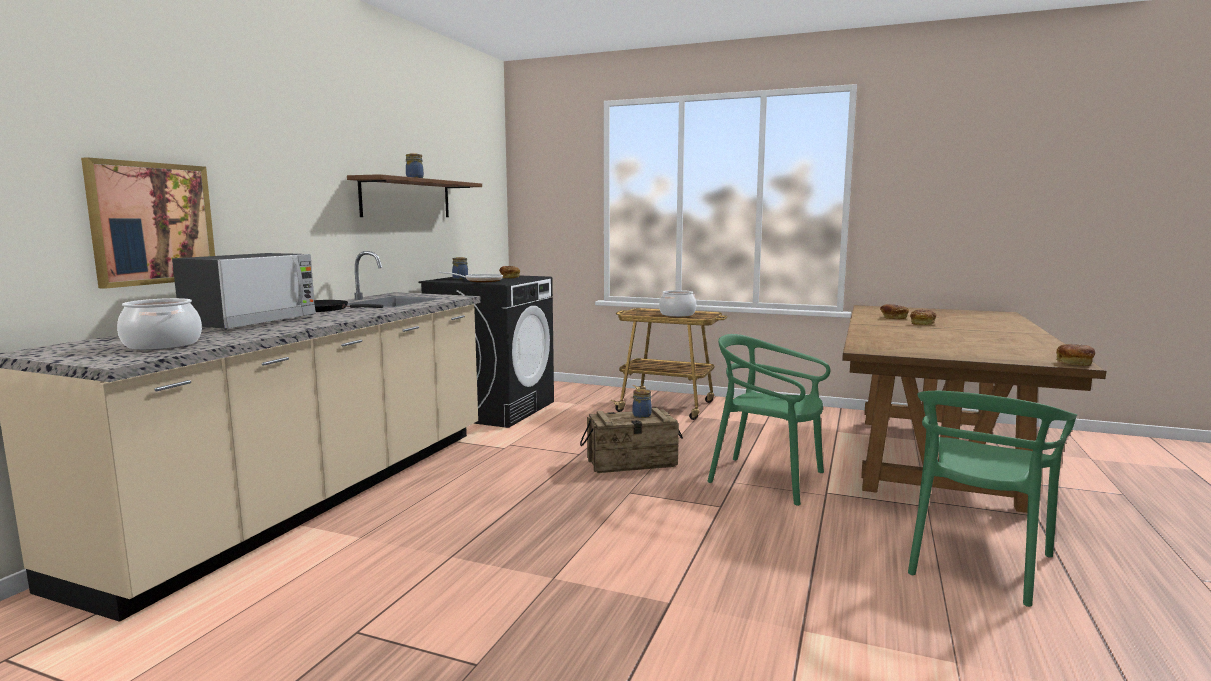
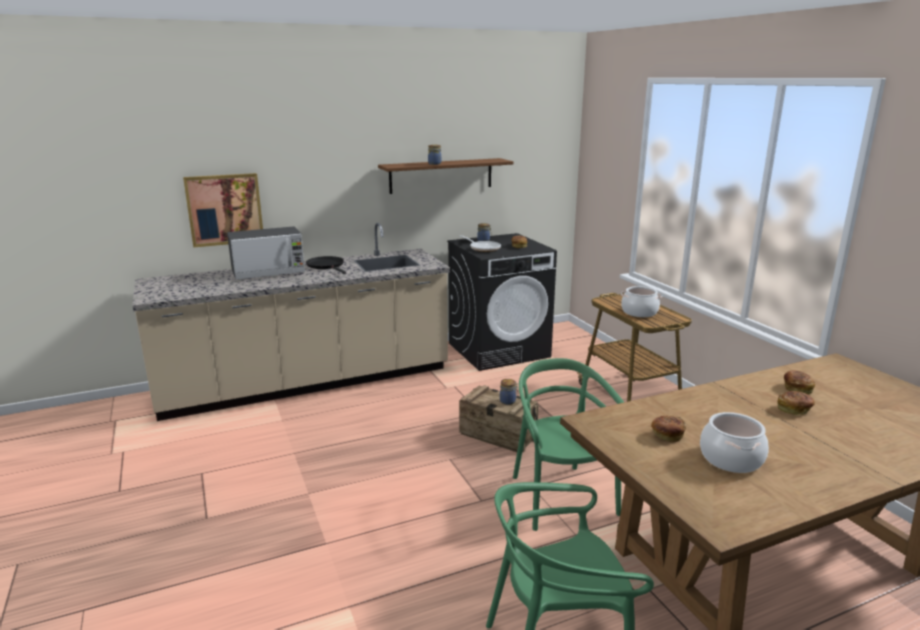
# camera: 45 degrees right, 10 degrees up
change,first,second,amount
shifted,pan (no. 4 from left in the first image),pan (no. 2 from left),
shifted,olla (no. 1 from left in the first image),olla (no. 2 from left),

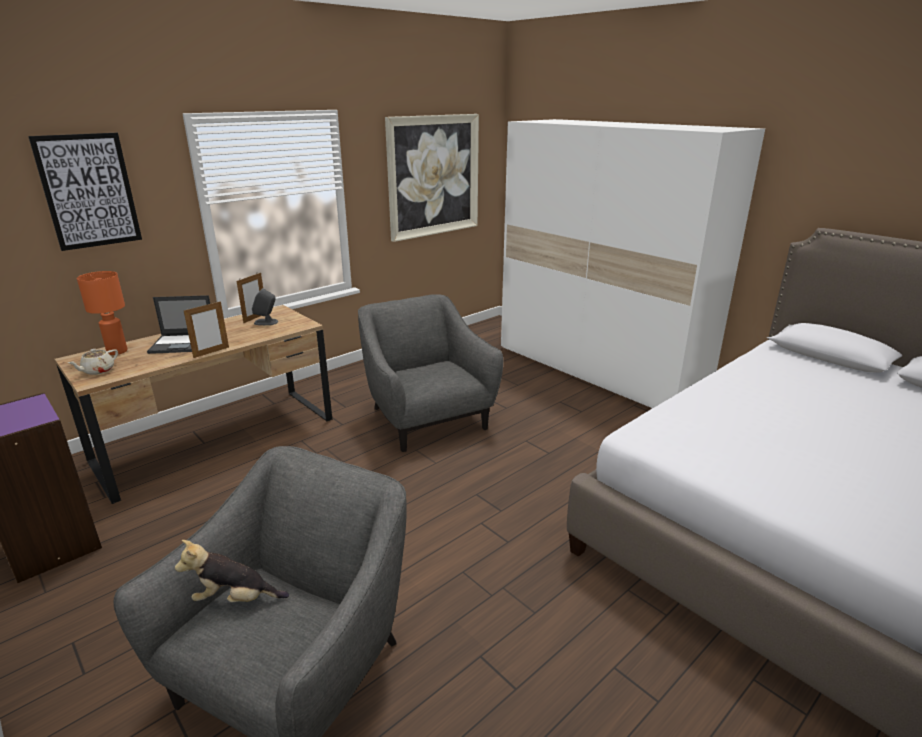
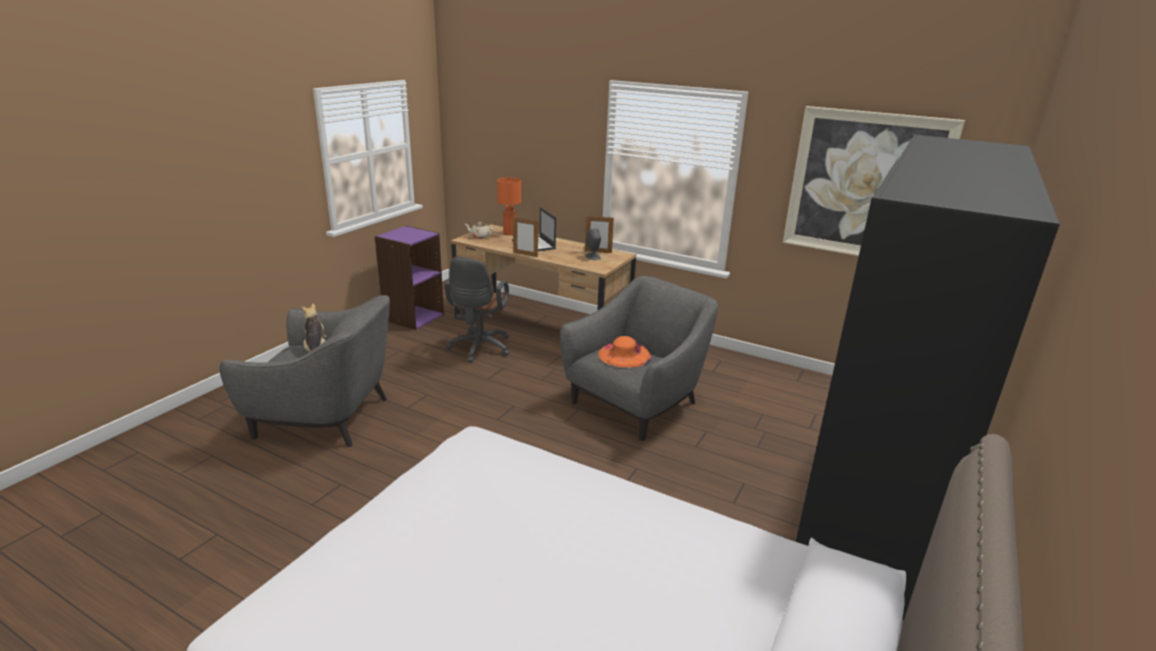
# camera: 70 degrees right, 0 degrees up
change,first,second,amount
new,,silla de oficina [marrón],
new,,sombrero [naranja],
repainted,armario ropero [blanco],armario ropero [negro],
gone,cuadro (no. 1 from left),,

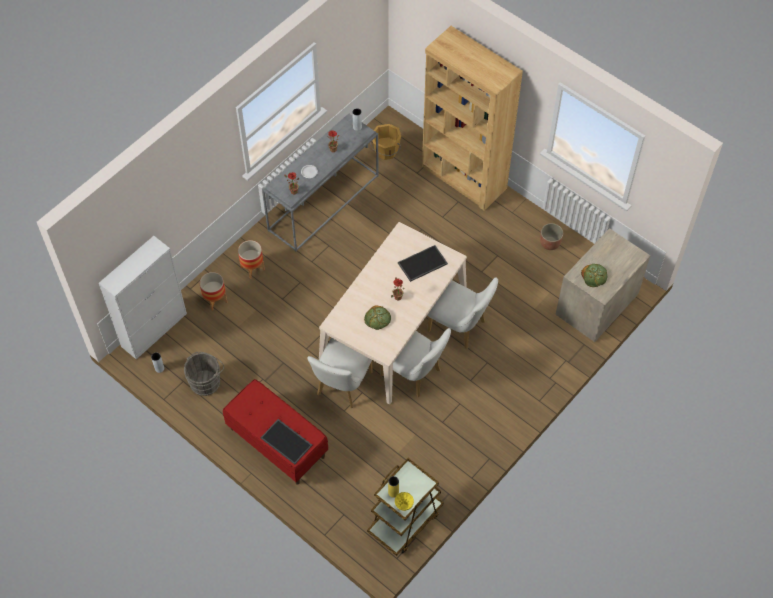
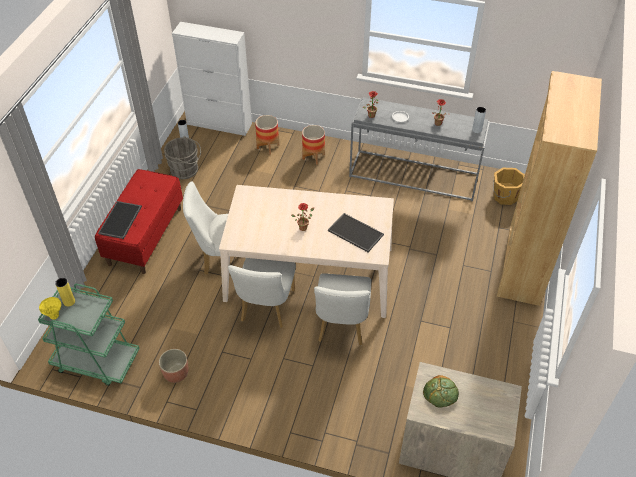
# camera: 65 degrees right, 10 degrees down
change,first,second,amount
repainted,carrito [marrón],carrito [verde],
shifted,maceta (no. 3 from left in the first image),maceta (no. 1 from left),
gone,pan (no. 1 from left),,

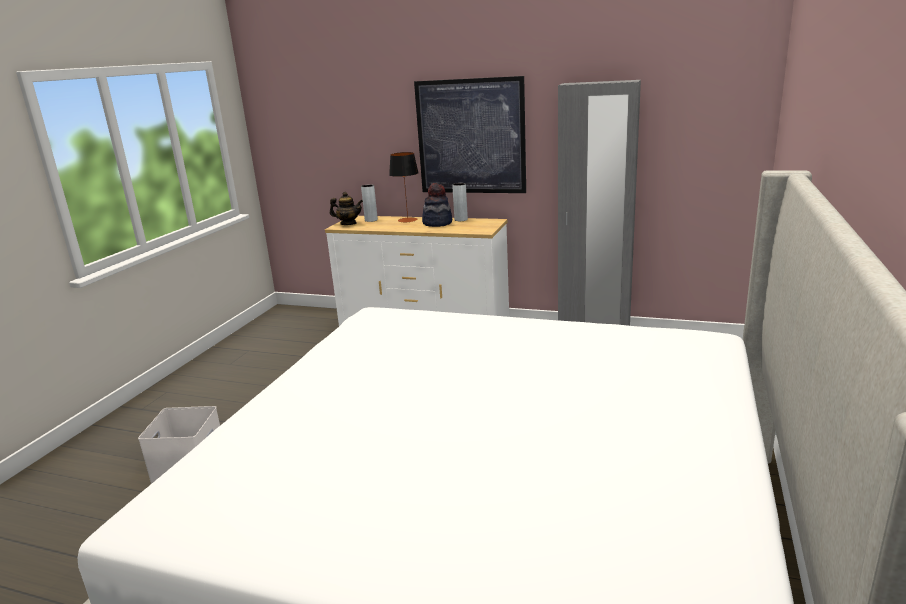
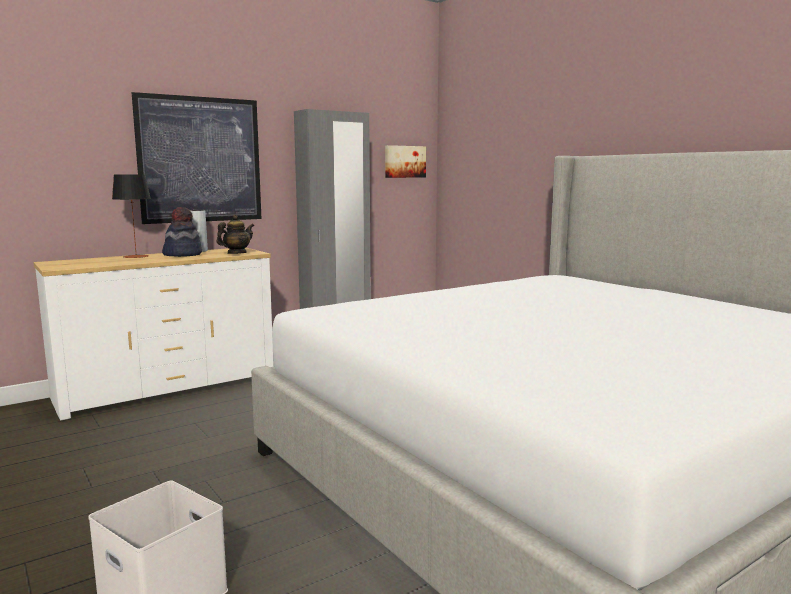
# camera: 55 degrees left, 10 degrees down
change,first,second,amount
shifted,tetera,,
new,,cuadro (no. 2 from left),
gone,florero [gris] (no. 1 from left),,

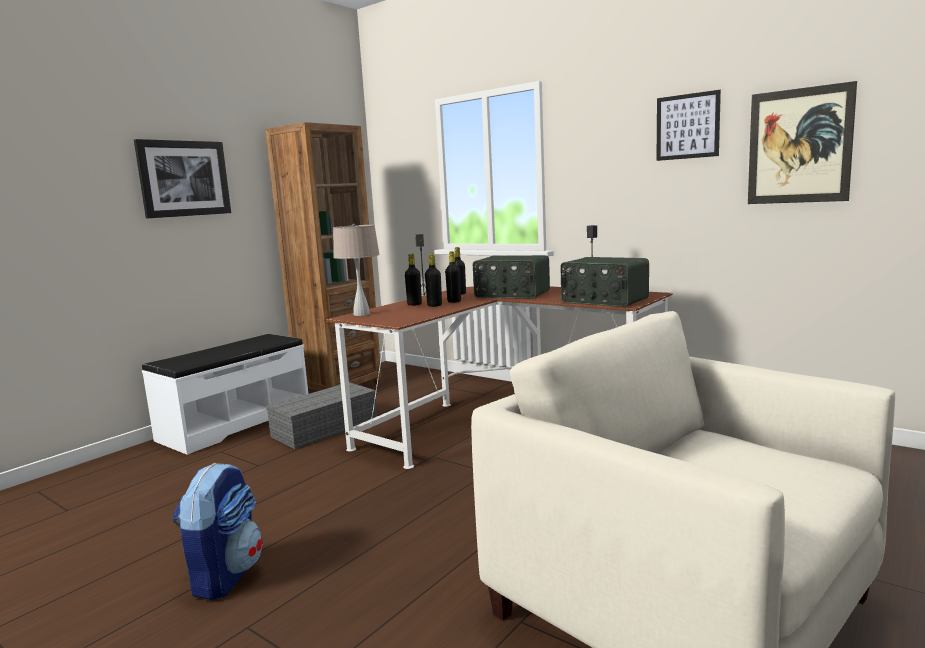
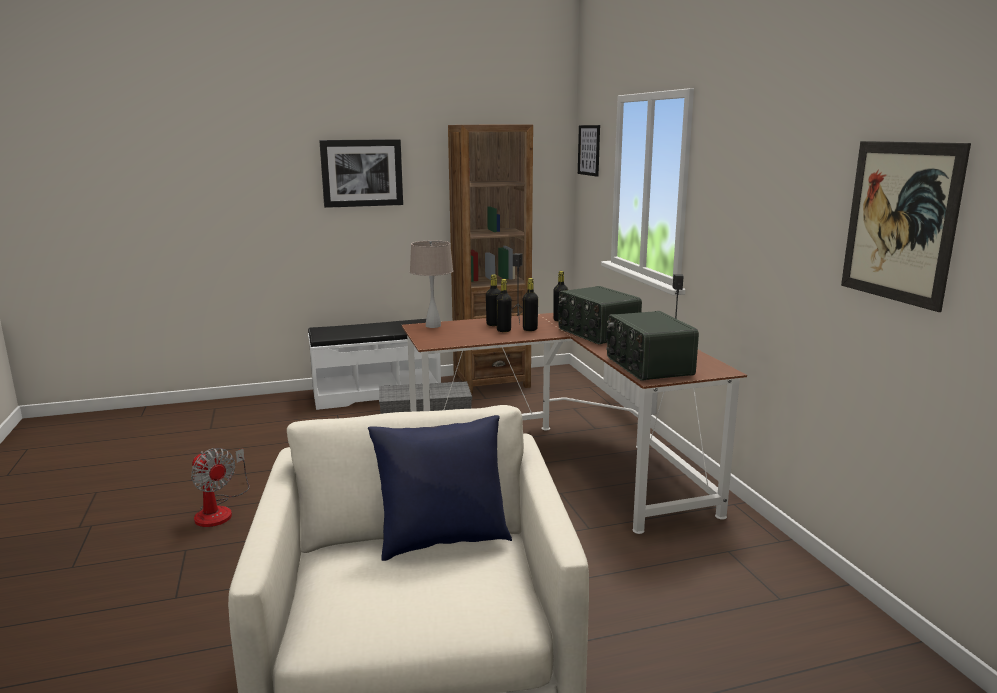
# camera: 35 degrees right, 5 degrees up
change,first,second,amount
swapped,mochila,ventilador,
new,,cojín [azul],
shifted,cuadro (no. 2 from left),,

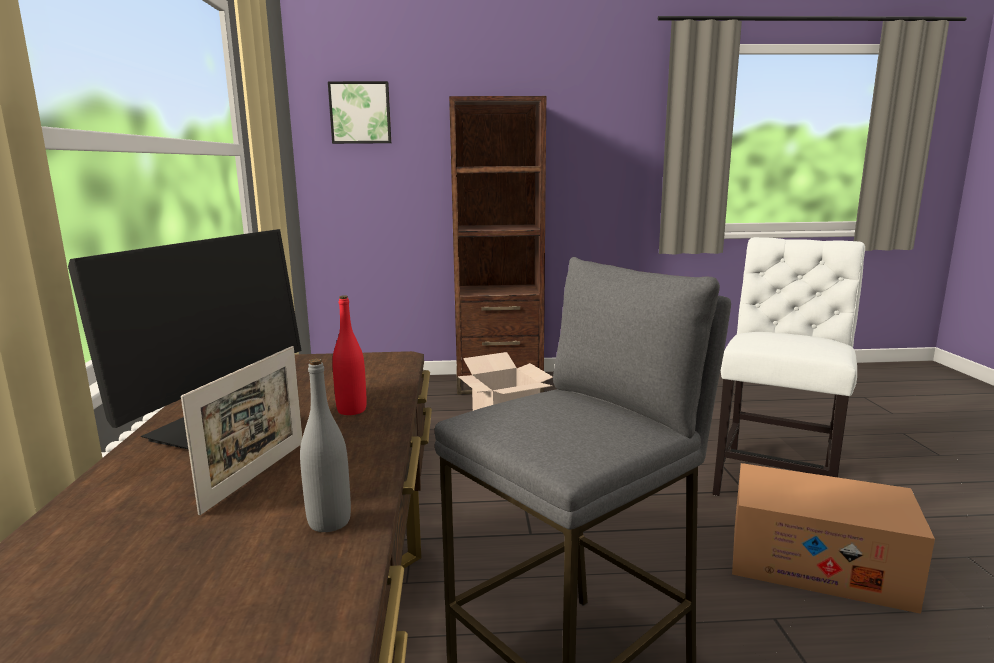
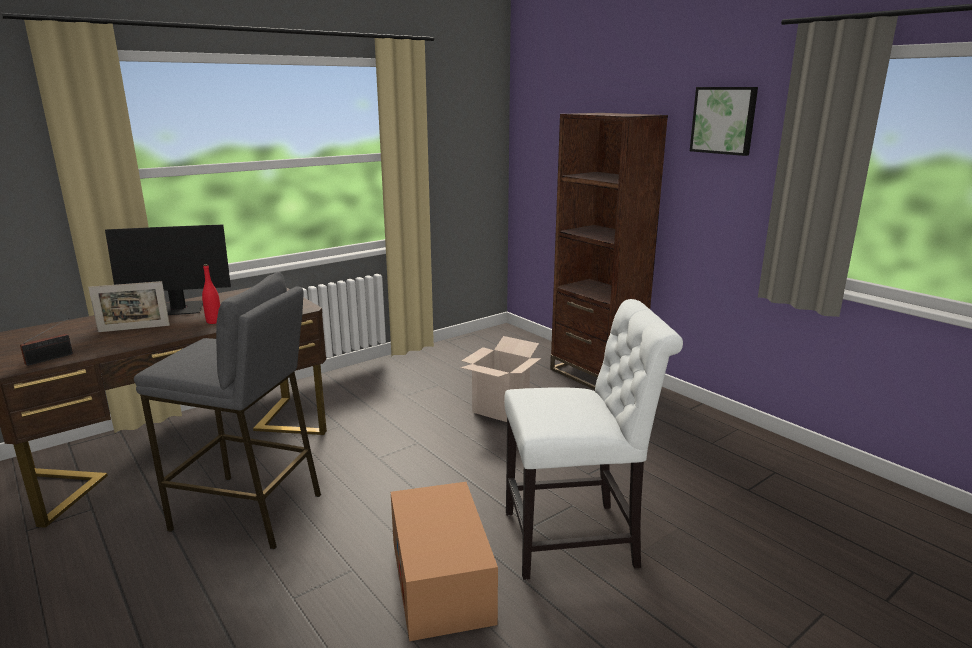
# camera: 55 degrees right, 5 degrees up
change,first,second,amount
new,,radio,
shifted,cuadro,,
gone,botella [gris],,

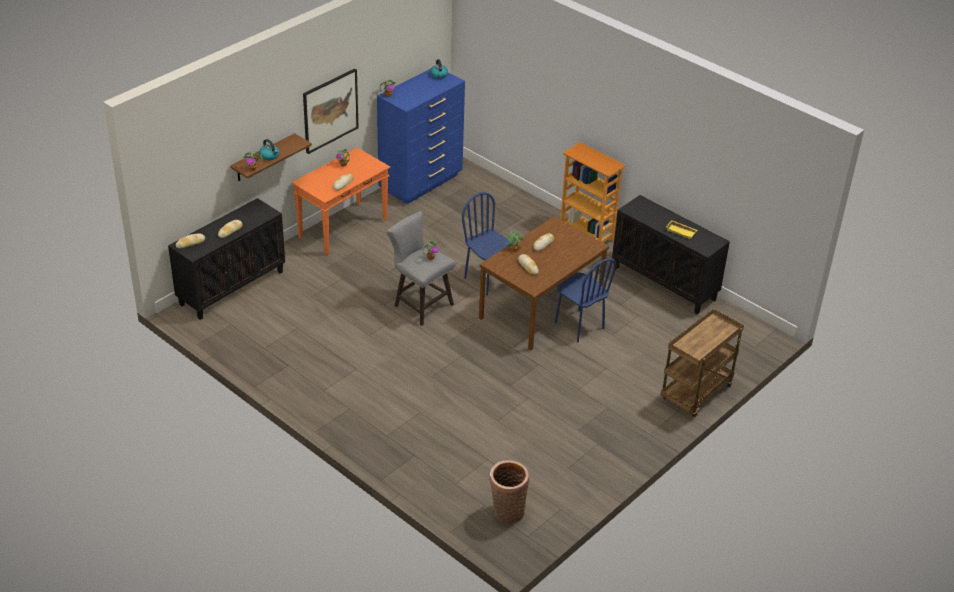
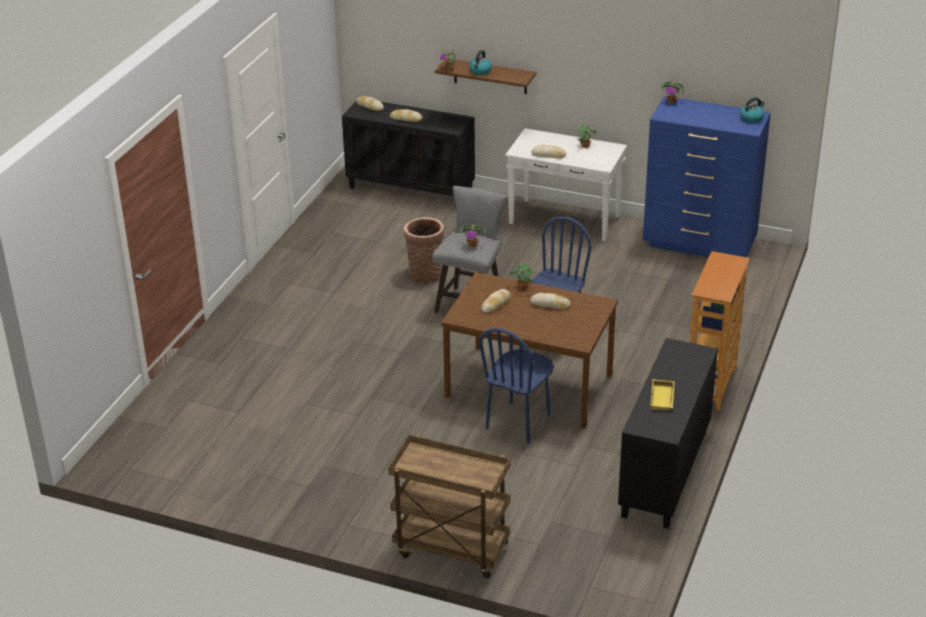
# camera: 70 degrees right, 5 degrees down
change,first,second,amount
shifted,cesta,,
repainted,mesa consola [naranja],mesa consola [blanco],
gone,cuadro,,

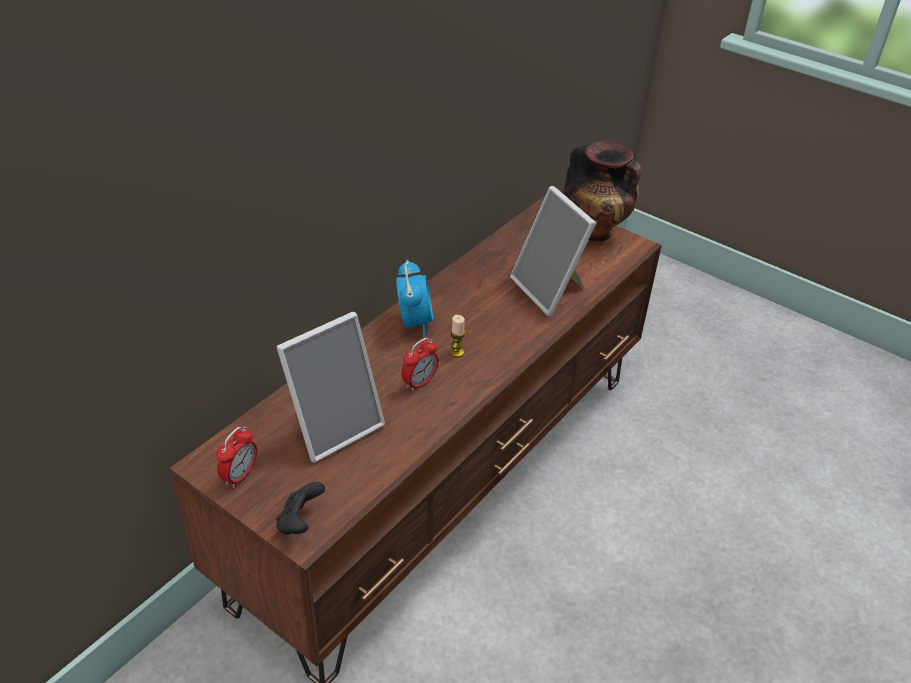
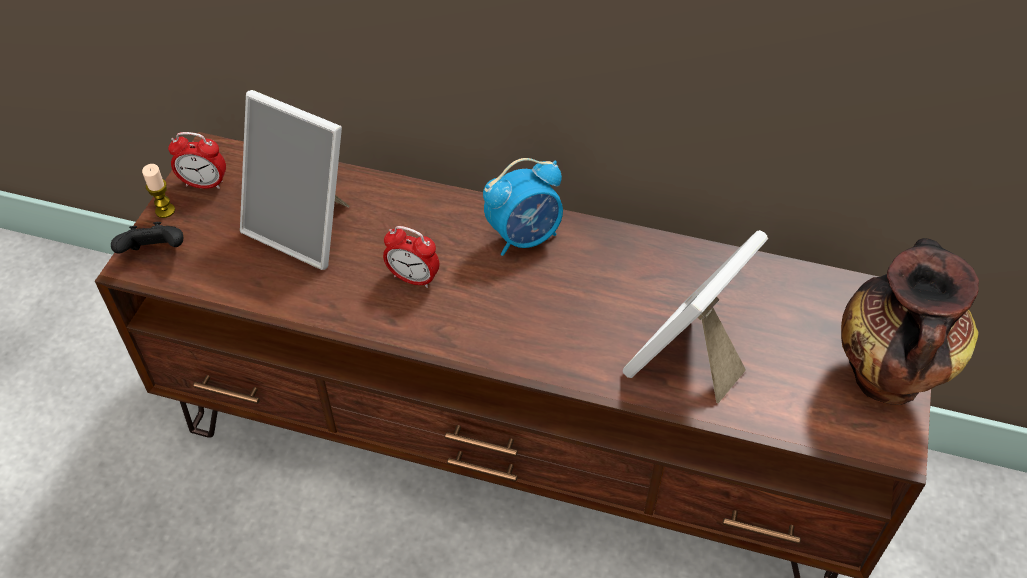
# camera: 70 degrees right, 10 degrees up
change,first,second,amount
shifted,vela,,

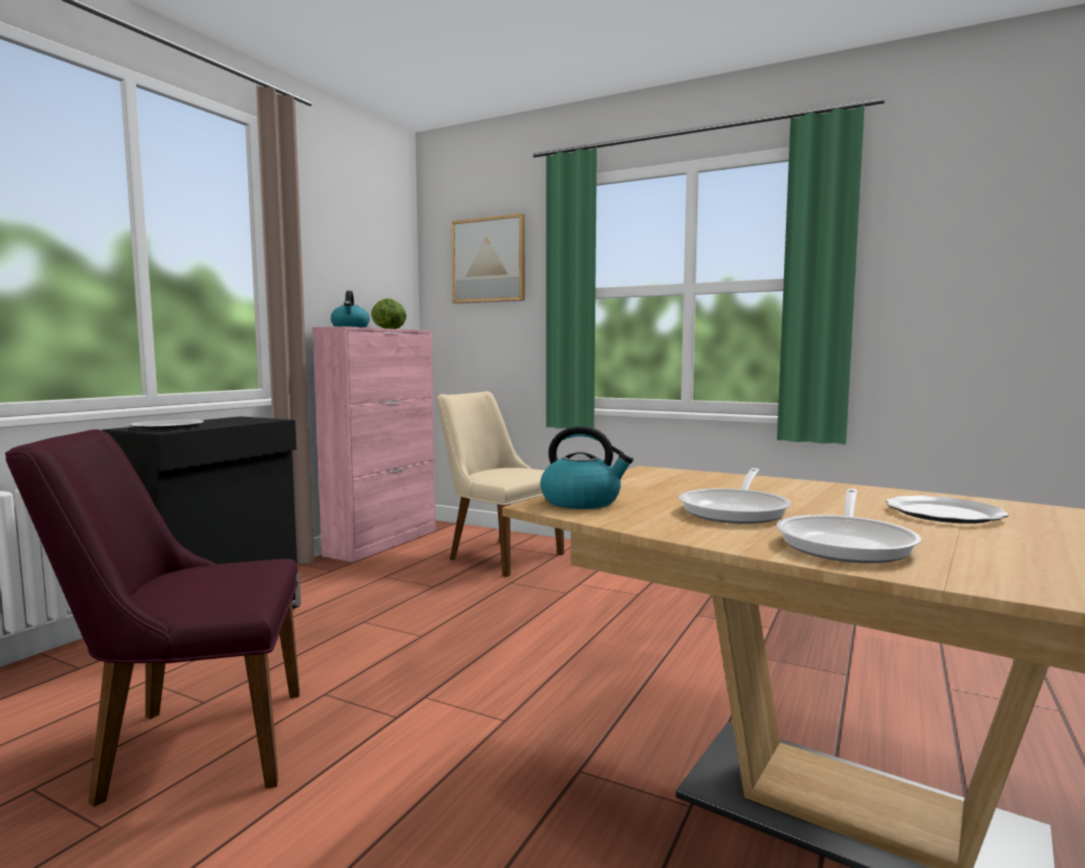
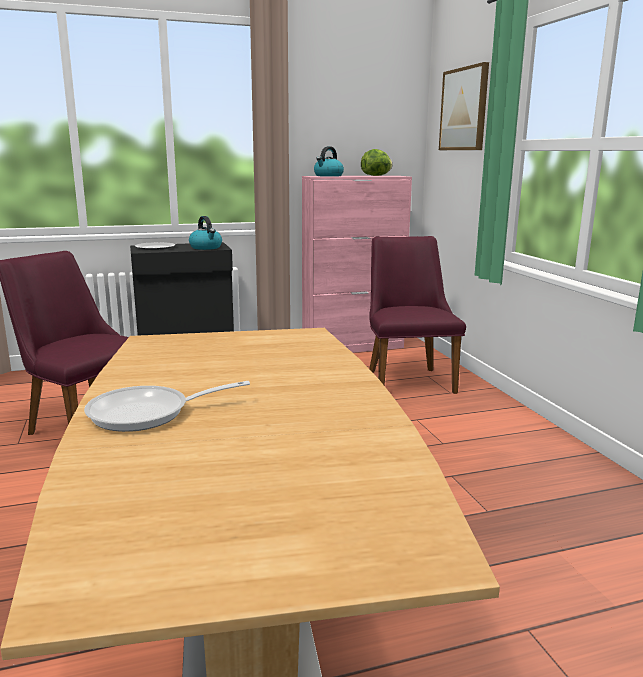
# camera: 45 degrees right, 10 degrees up
change,first,second,amount
shifted,hervidor (no. 2 from left in the first image),hervidor (no. 1 from left),
repainted,silla [beis],silla [morado] (no. 2 from left),
gone,sartén (no. 1 from left),,
gone,plato (no. 2 from left),,

